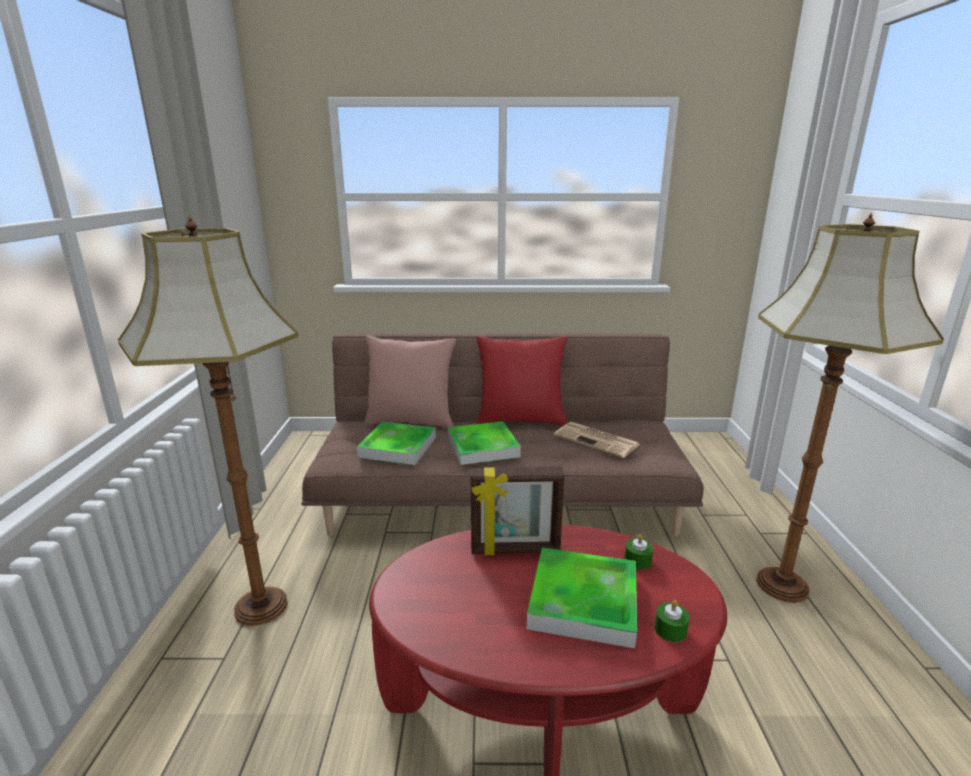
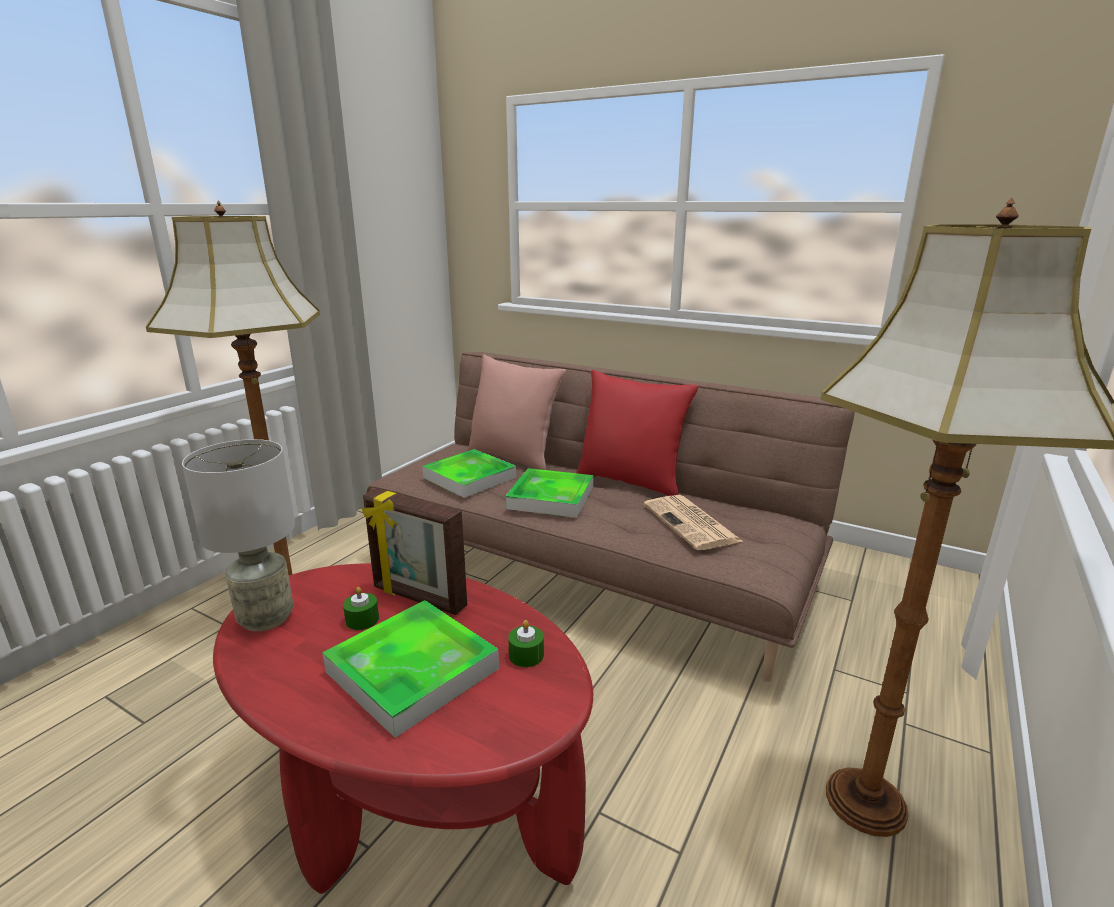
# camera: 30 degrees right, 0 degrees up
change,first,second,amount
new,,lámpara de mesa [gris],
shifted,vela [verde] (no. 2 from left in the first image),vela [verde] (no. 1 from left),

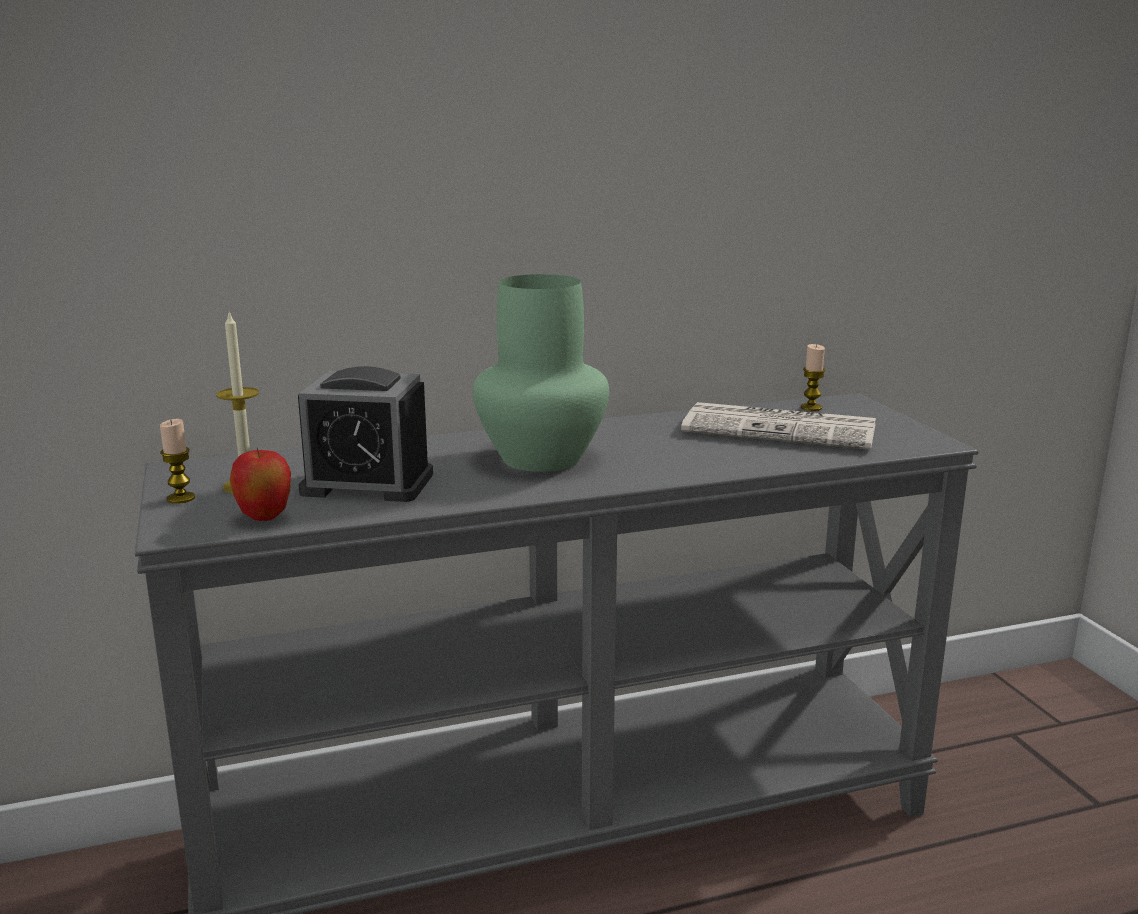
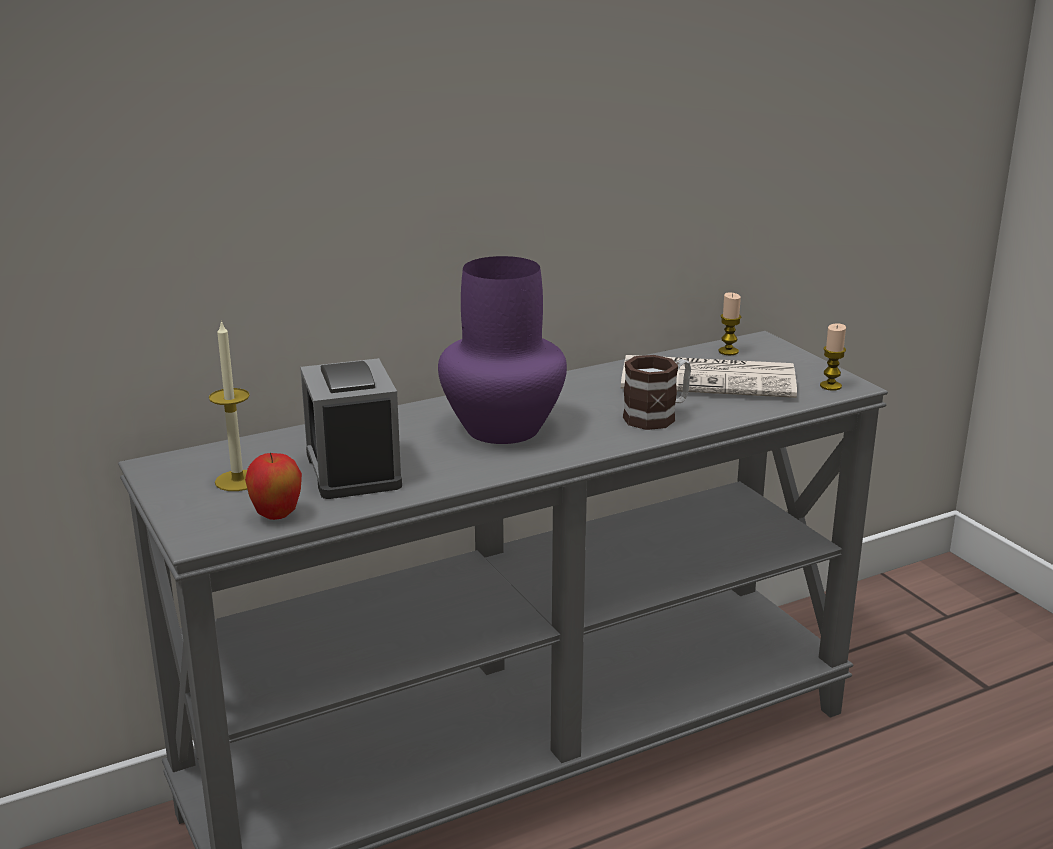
# camera: 10 degrees left, 5 degrees up
change,first,second,amount
rotated,despertador,,75 degrees clockwise
repainted,florero [verde],florero [morado],
new,,taza grande,
shifted,vela (no. 1 from left in the first image),vela (no. 3 from left),

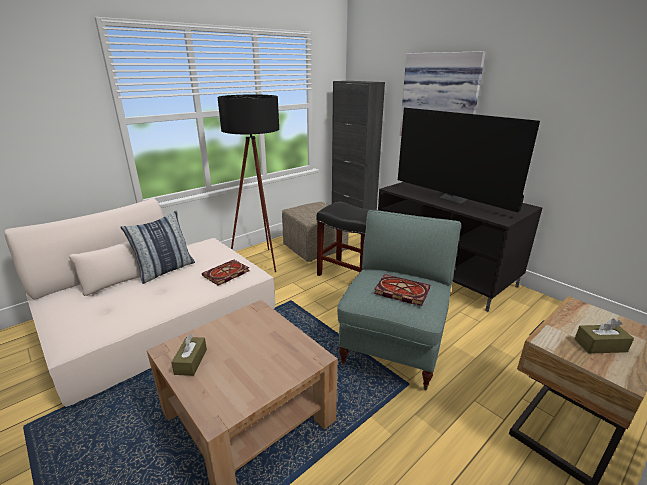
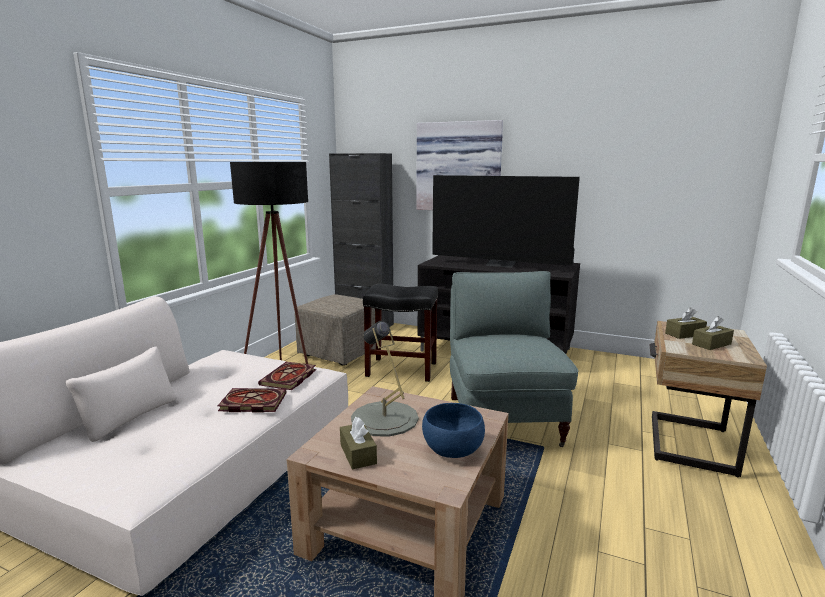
# camera: 25 degrees left, 10 degrees down
change,first,second,amount
shifted,libro (no. 2 from left in the first image),libro (no. 1 from left),
new,,lámpara de mesa [gris],
new,,cuenco [azul],
new,,caja de pañuelos [marrón] (no. 2 from left),
gone,cojín,,

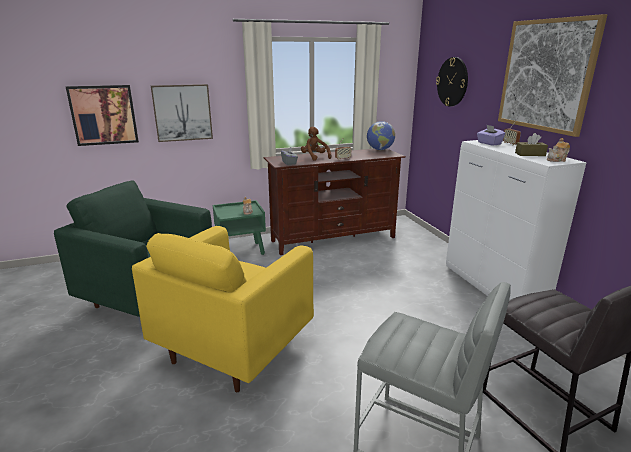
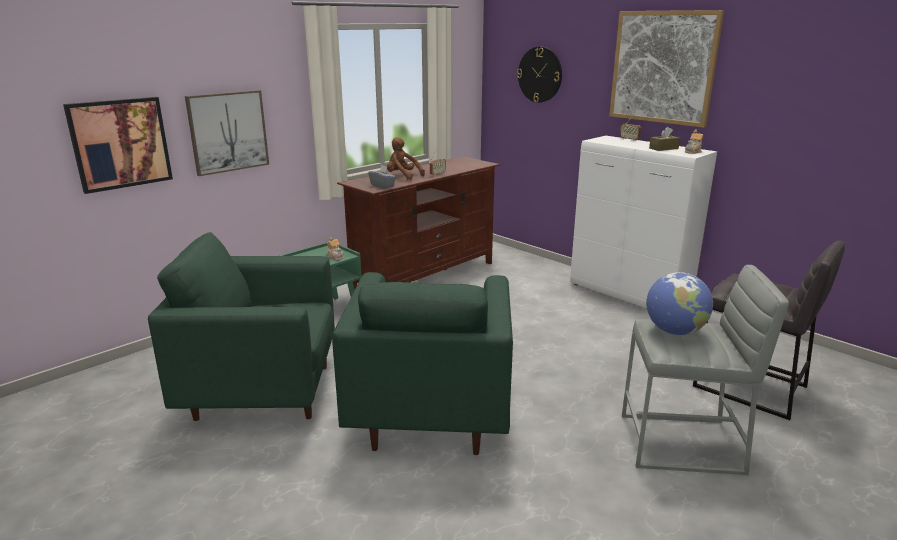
# camera: 25 degrees left, 0 degrees up
change,first,second,amount
repainted,sillón [amarillo],sillón [verde] (no. 2 from left),
shifted,globo terráqueo,,
gone,caja de pañuelos [morado],,

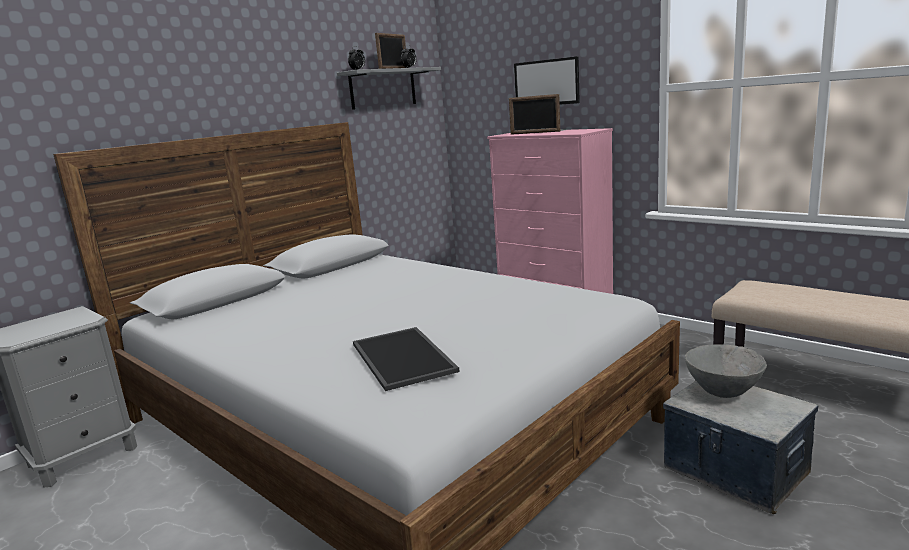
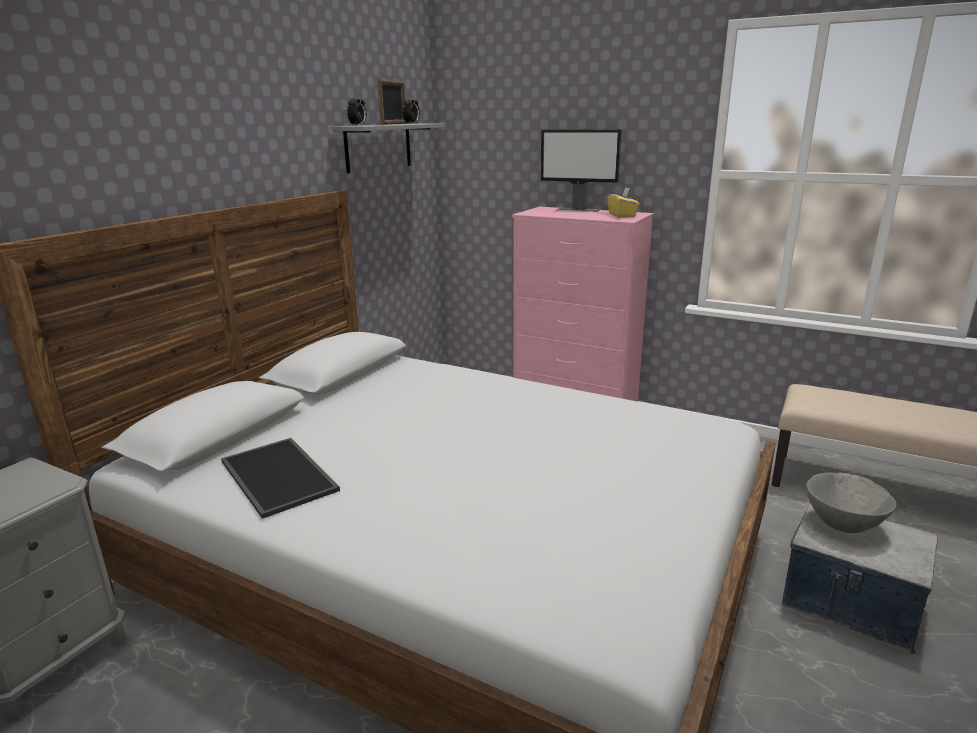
# camera: 15 degrees left, 5 degrees up
change,first,second,amount
shifted,bandeja,,
new,,caja de pañuelos [amarillo],
gone,portarretratos (no. 2 from left),,

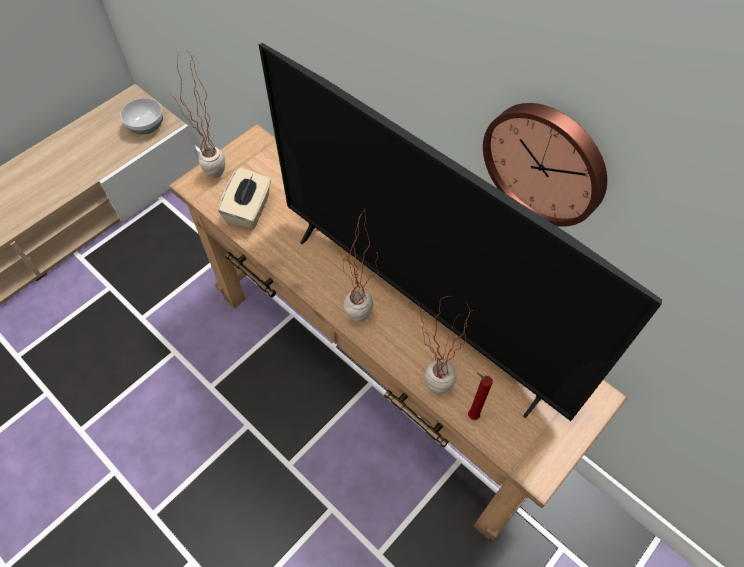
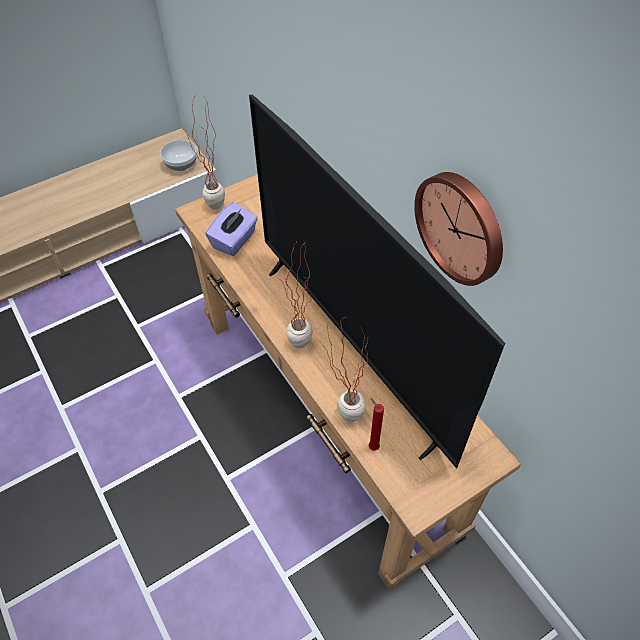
# camera: 15 degrees right, 5 degrees down
change,first,second,amount
repainted,caja de pañuelos [beis],caja de pañuelos [morado],

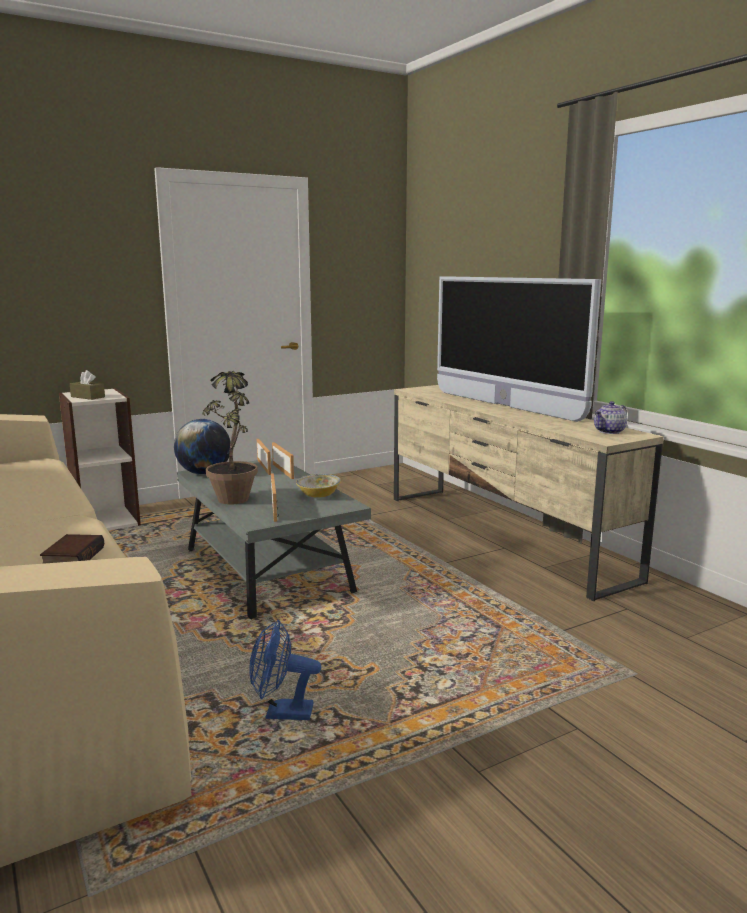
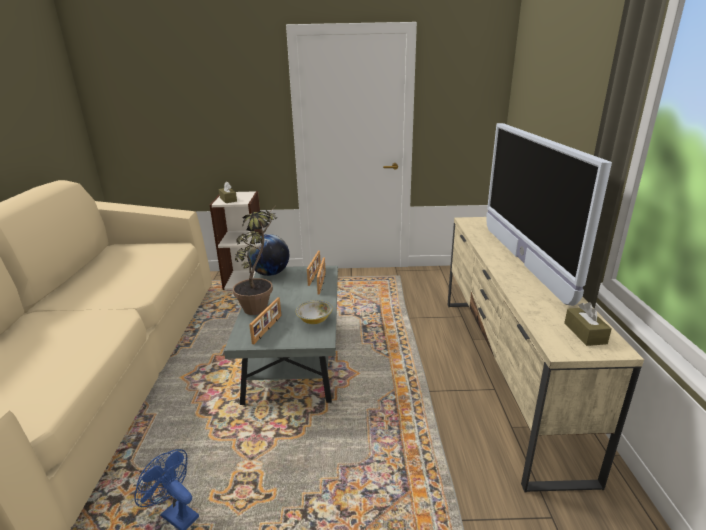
# camera: 30 degrees right, 10 degrees up
change,first,second,amount
swapped,tetera,caja de pañuelos [marrón] (no. 2 from left),
gone,libro,,

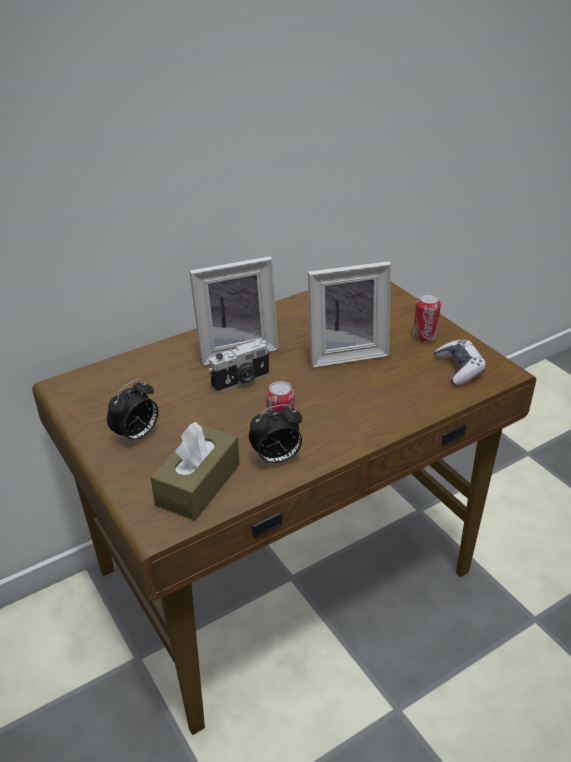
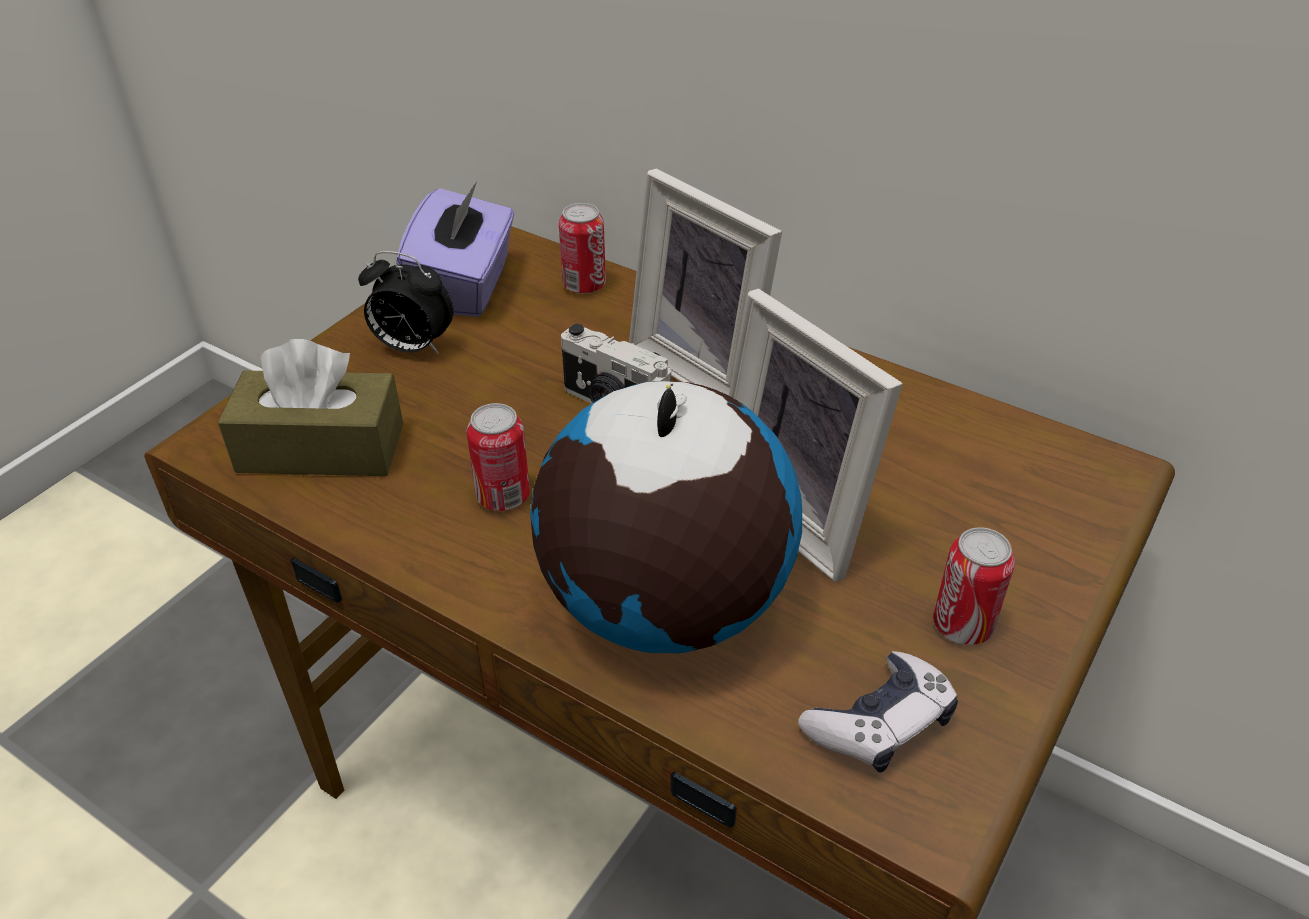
# camera: 65 degrees right, 5 degrees up
change,first,second,amount
new,,caja de pañuelos [morado],
new,,globo terráqueo,
new,,lata (no. 2 from left),
gone,despertador (no. 2 from left),,

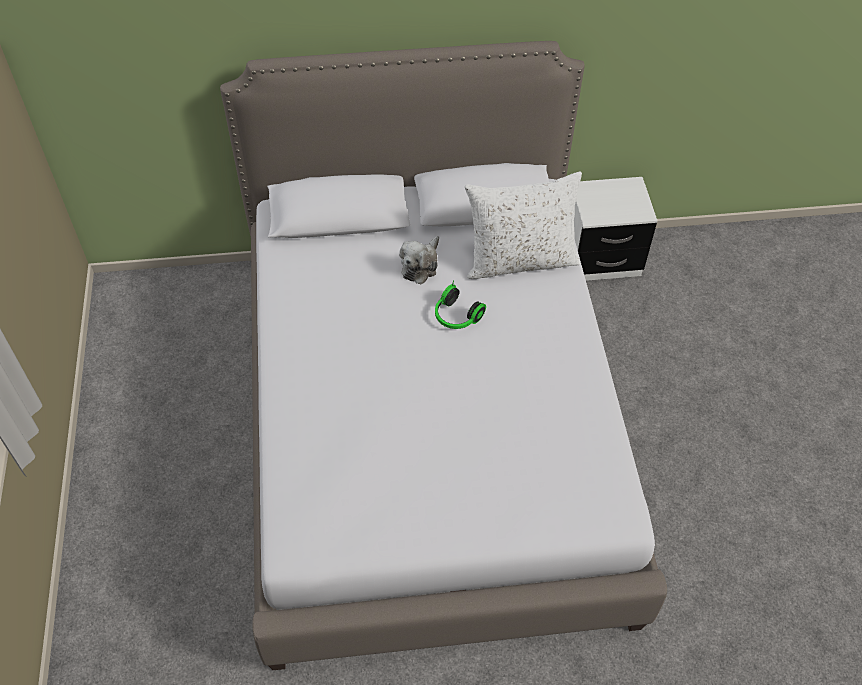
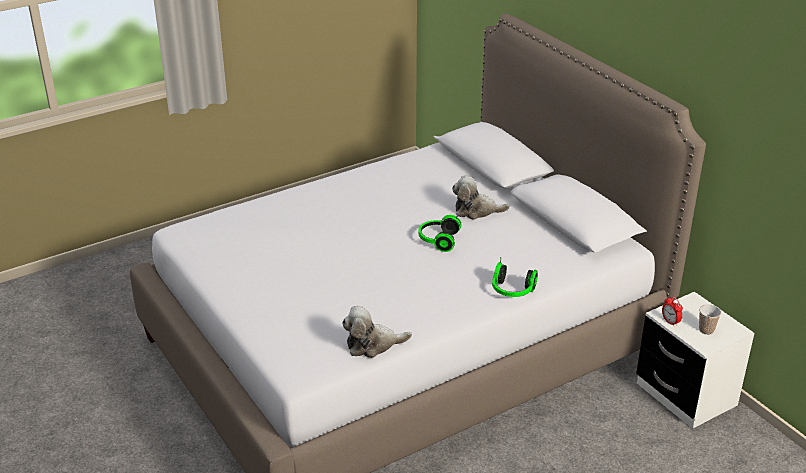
# camera: 65 degrees right, 20 degrees down
change,first,second,amount
new,,peluche (no. 1 from left),
new,,auriculares (no. 2 from left),
new,,despertador,
new,,taza,
gone,cojín [blanco],,

